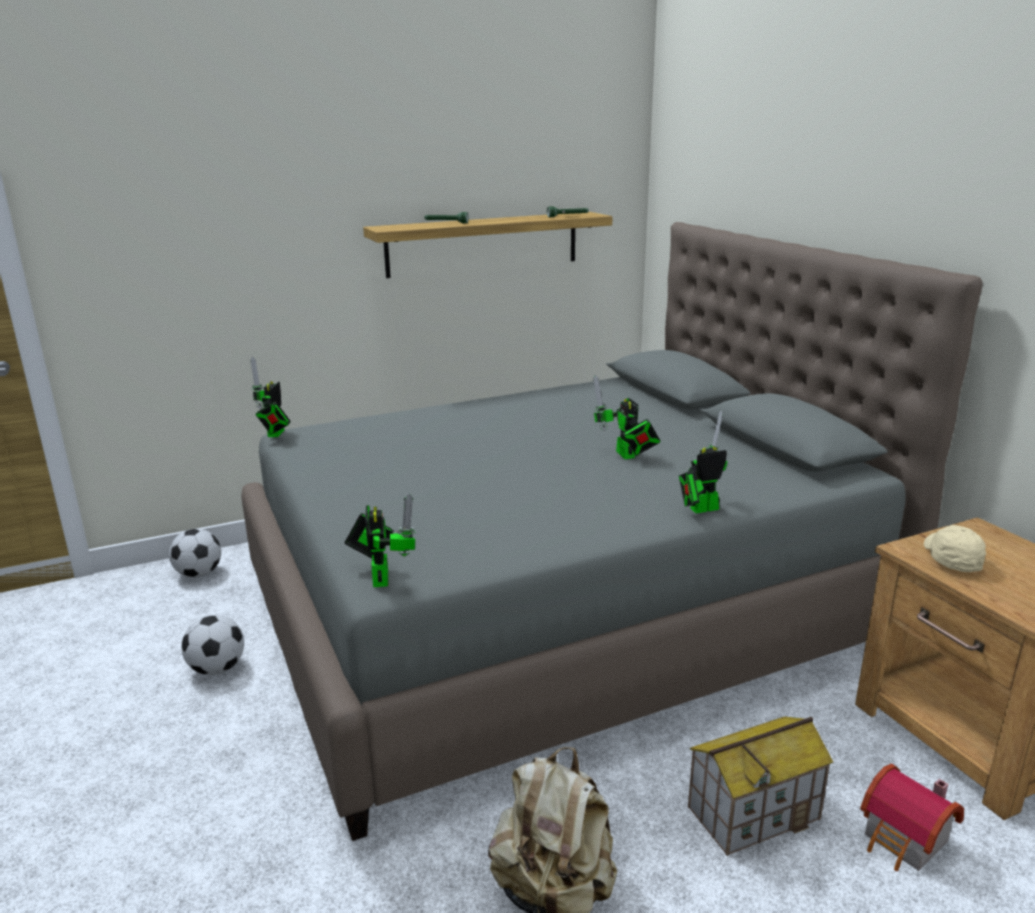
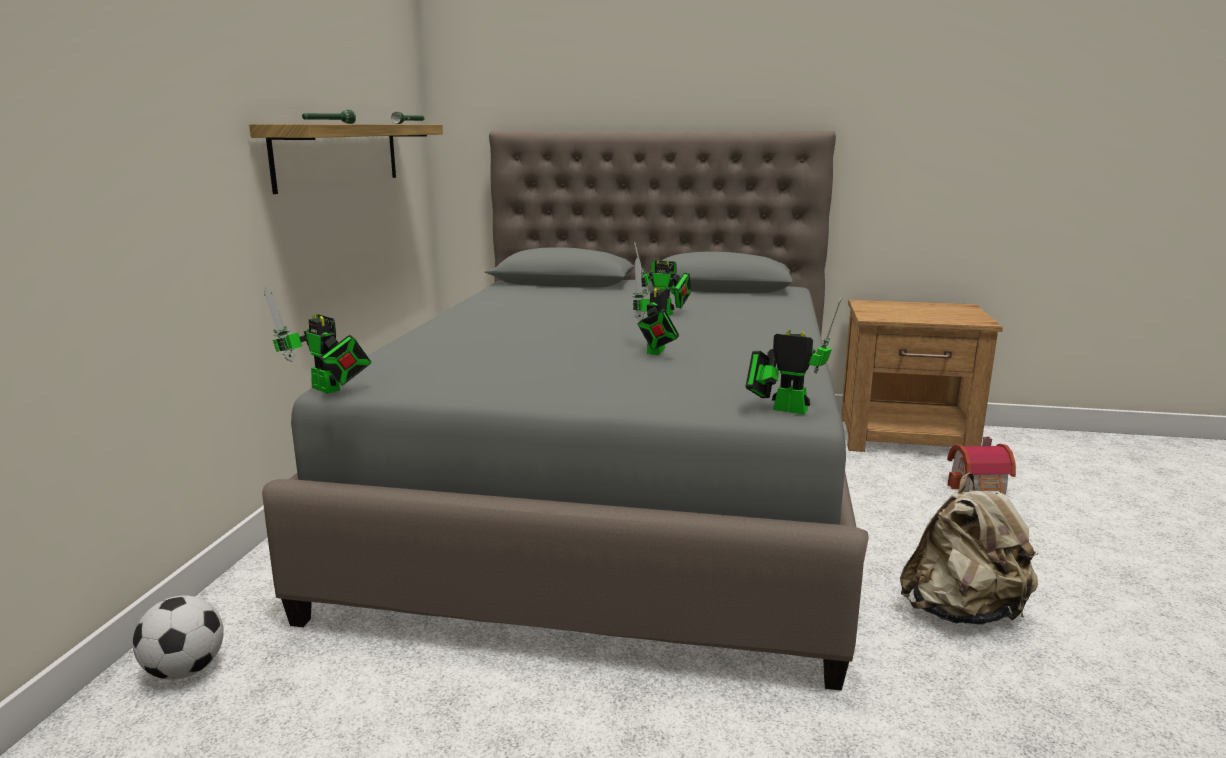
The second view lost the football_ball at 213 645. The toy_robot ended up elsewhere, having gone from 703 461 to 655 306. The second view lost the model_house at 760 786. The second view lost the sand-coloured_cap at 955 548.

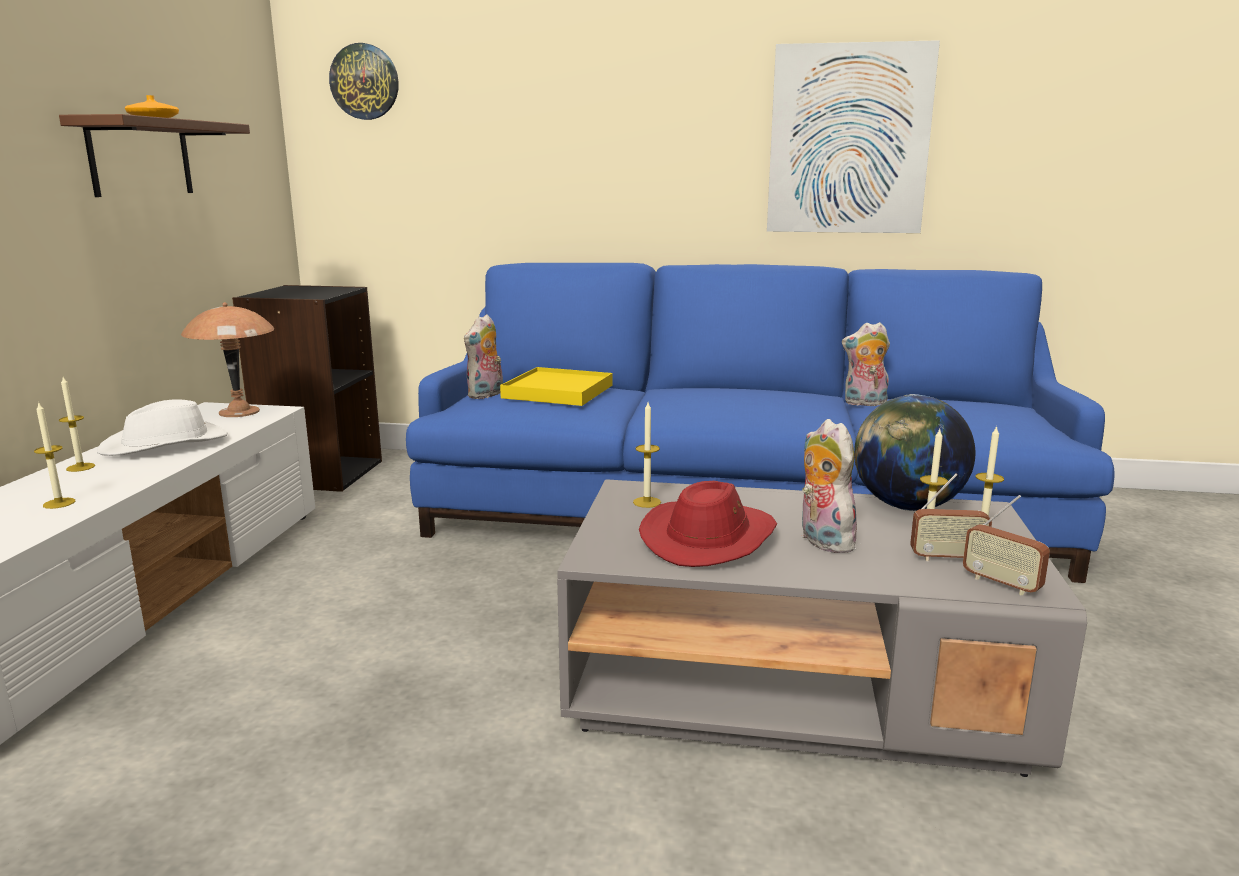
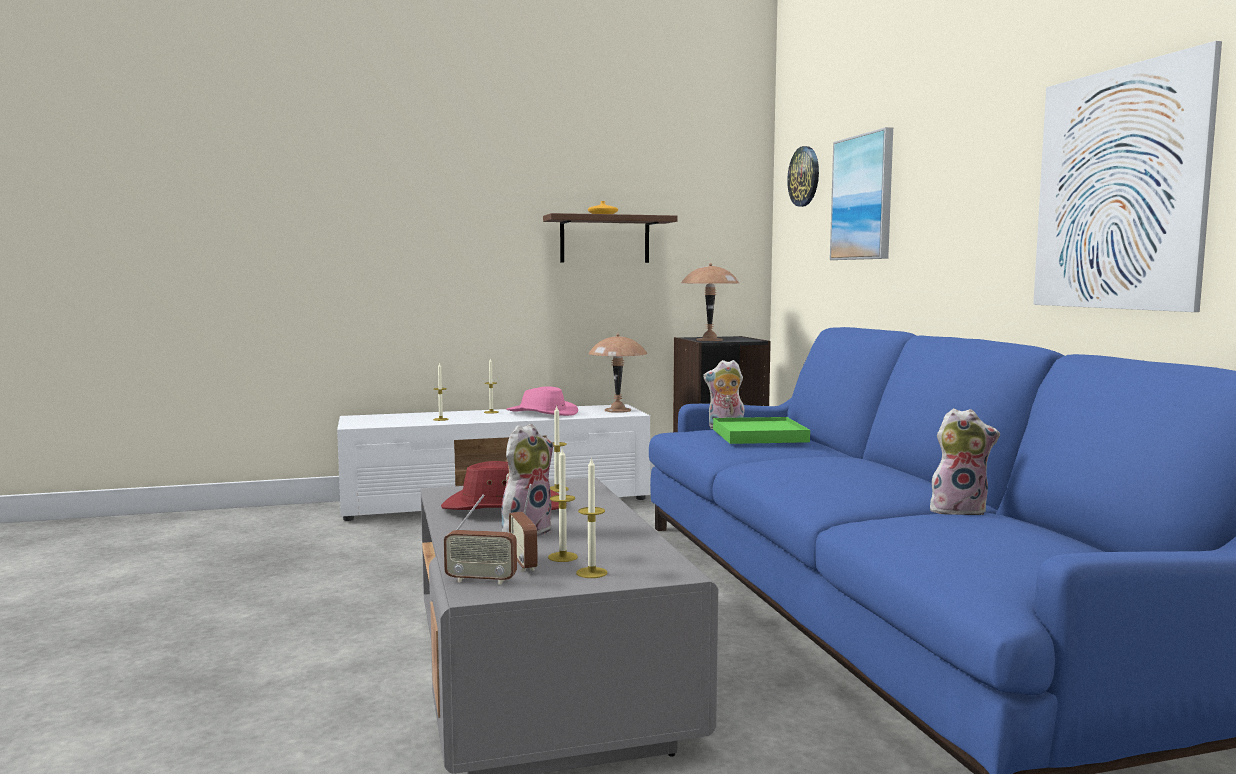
What was the white_wearable_hat at 162 427 turned into the pinkish_wearable_hat at 542 401. What was the yellowish_carrying_tray at 556 386 turned into the green_carrying_tray at 761 430. The soft_toy at 866 364 ended up facing another way, 120 degrees clockwise from before. The second view lost the desk_globe at 915 452. The radio at 1006 545 ended up facing another way, 105 degrees counterclockwise from before. The second view gained the brownish_lamp_for_a_table at 710 302. The second view gained the wall_picture at 861 193.

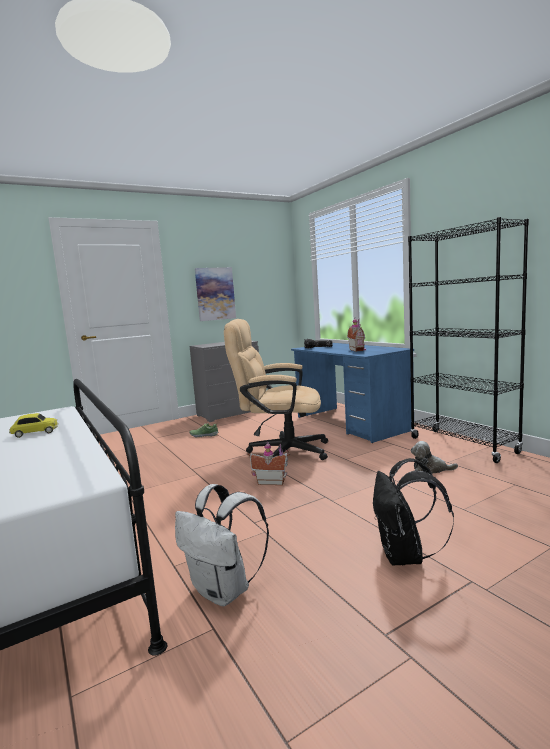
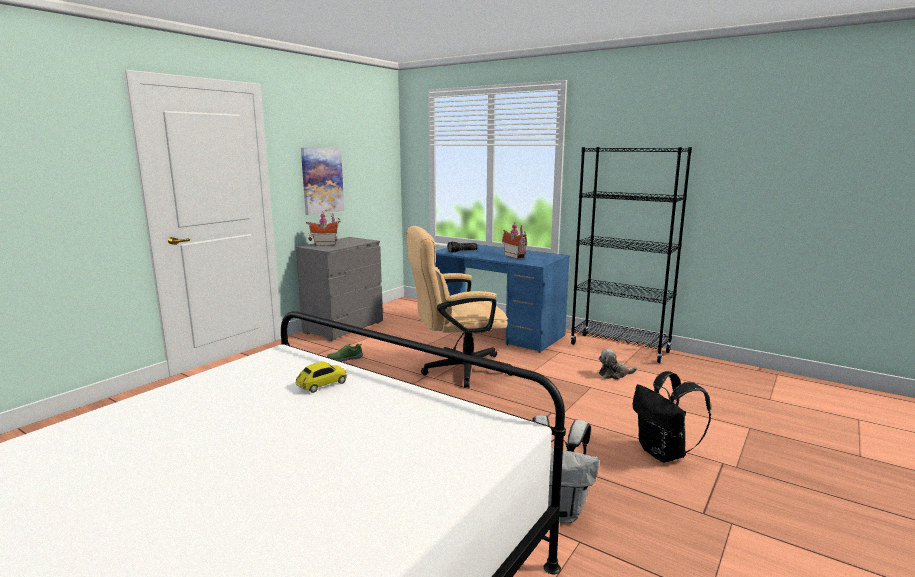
The model_house ended up elsewhere, having gone from 268 463 to 323 229.

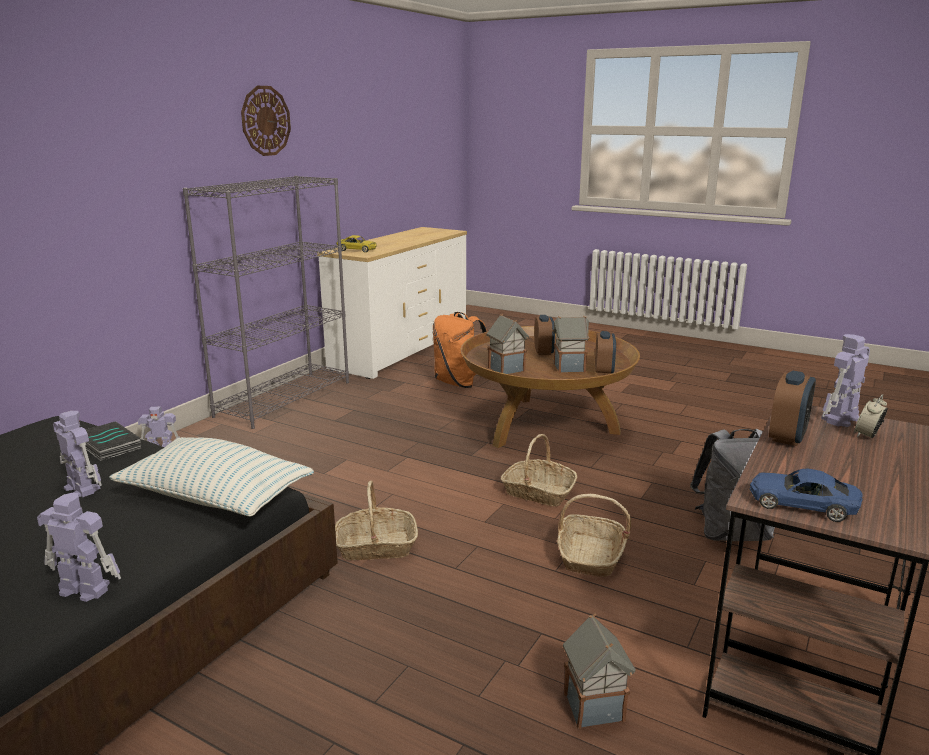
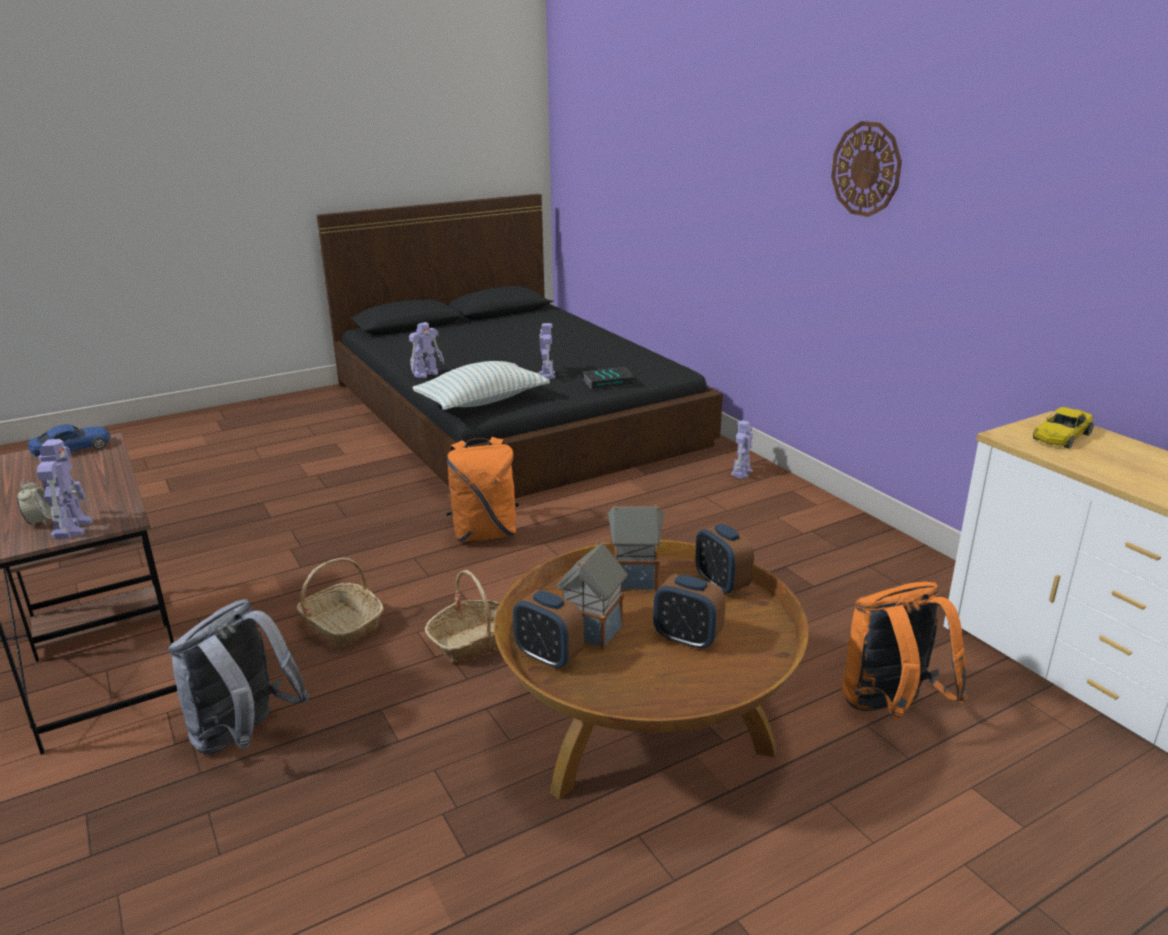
The toy_robot at 77 454 ended up facing another way, 75 degrees counterclockwise from before. The second view lost the gray_bookshelf at 266 302. The clock_on_the_wall ended up elsewhere, having gone from 266 121 to 866 169. Where the household_basket stood at 376 520, the orange_rucksack came to stand at 482 489. The second view lost the model_house at 599 671. The bedside_clock ended up elsewhere, having gone from 792 408 to 725 559.

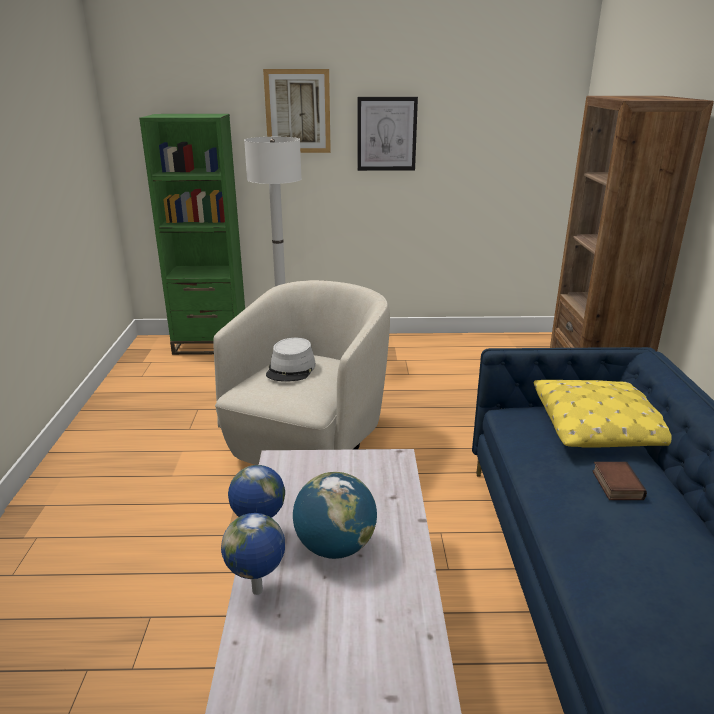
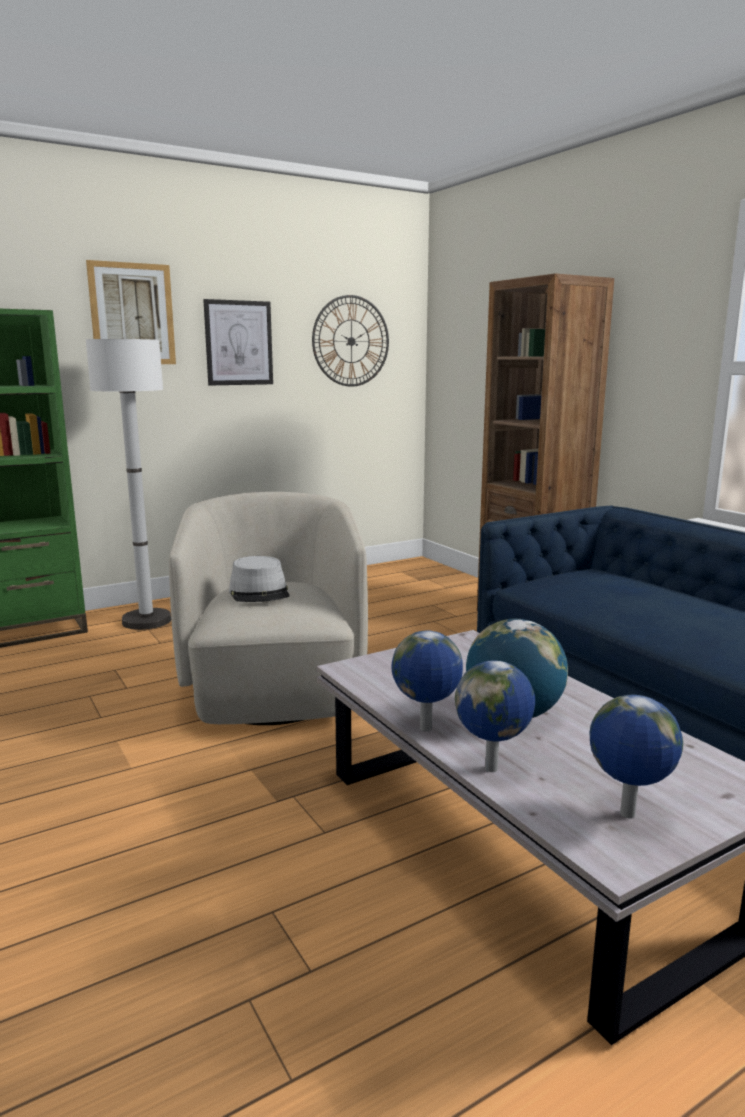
The second view lost the yellowish_throw_pillow at 602 414. The second view lost the book at 619 481. The second view gained the clock_on_the_wall at 350 341. The second view gained the desk_globe at 636 757.

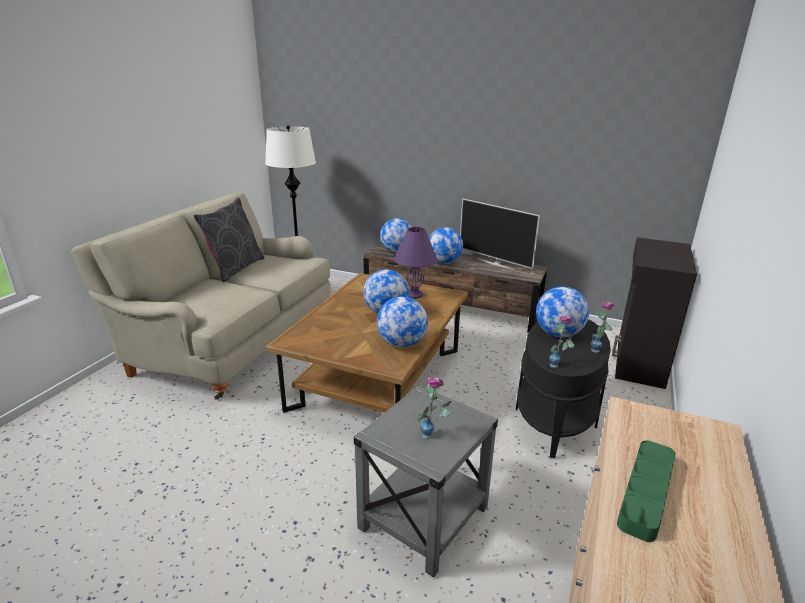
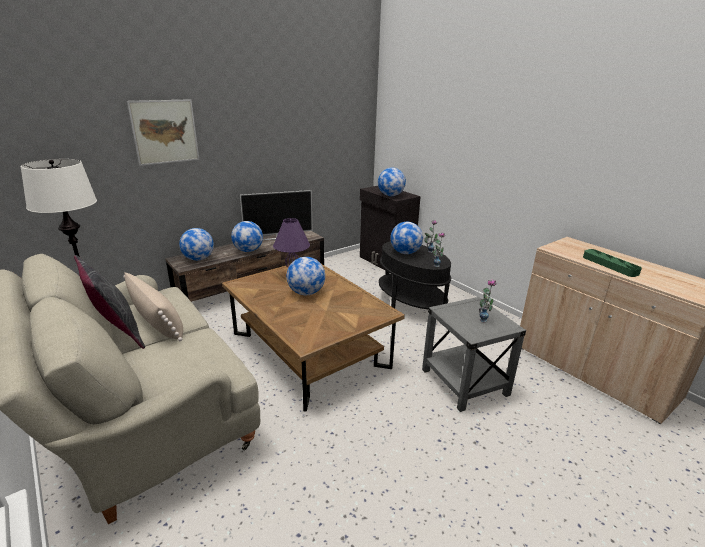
The desk_globe ended up elsewhere, having gone from 402 322 to 392 182. The second view gained the sand-coloured_throw_pillow at 153 306. The second view gained the wall_picture at 163 132.

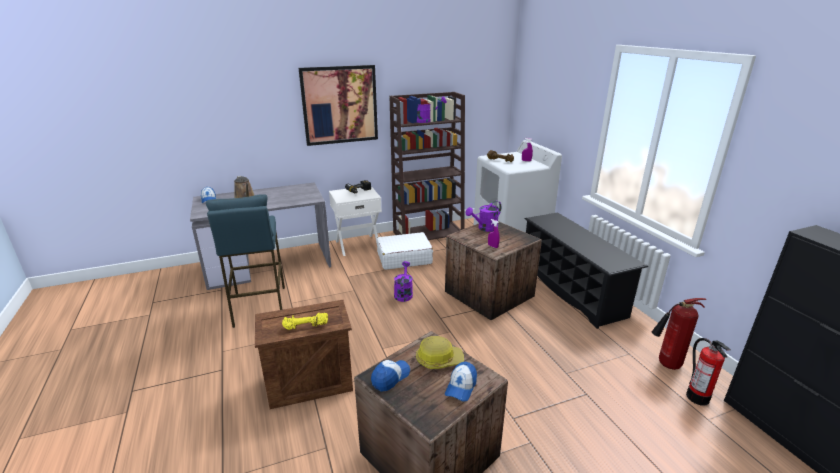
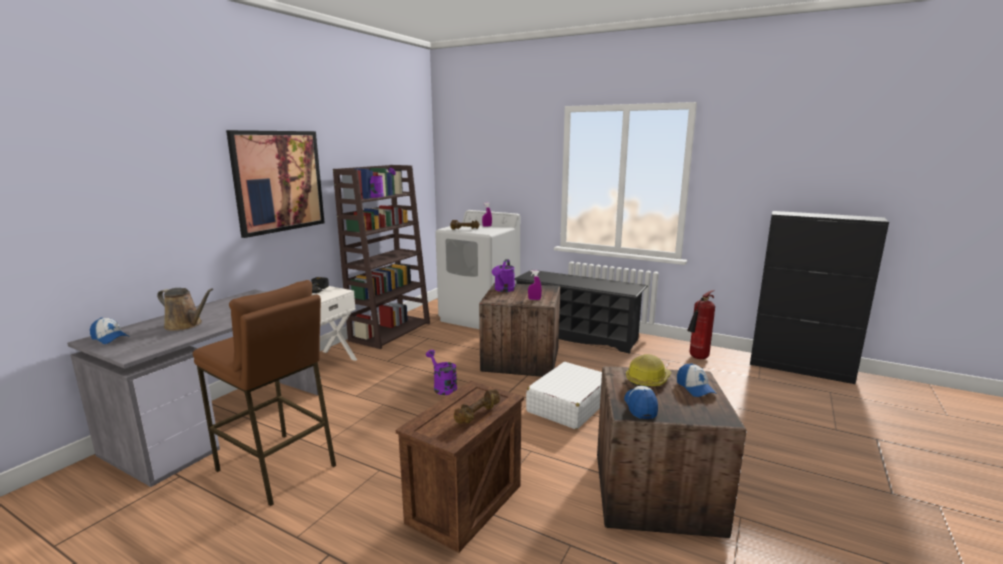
What was the blue_stool_seat at 245 261 turned into the brownish_stool_seat at 264 393. What was the yellowish_hand_weight at 305 321 turned into the brownish_hand_weight at 477 406. The white_piece_of_luggage ended up elsewhere, having gone from 405 251 to 564 395. The second view lost the extinguisher at 708 372.

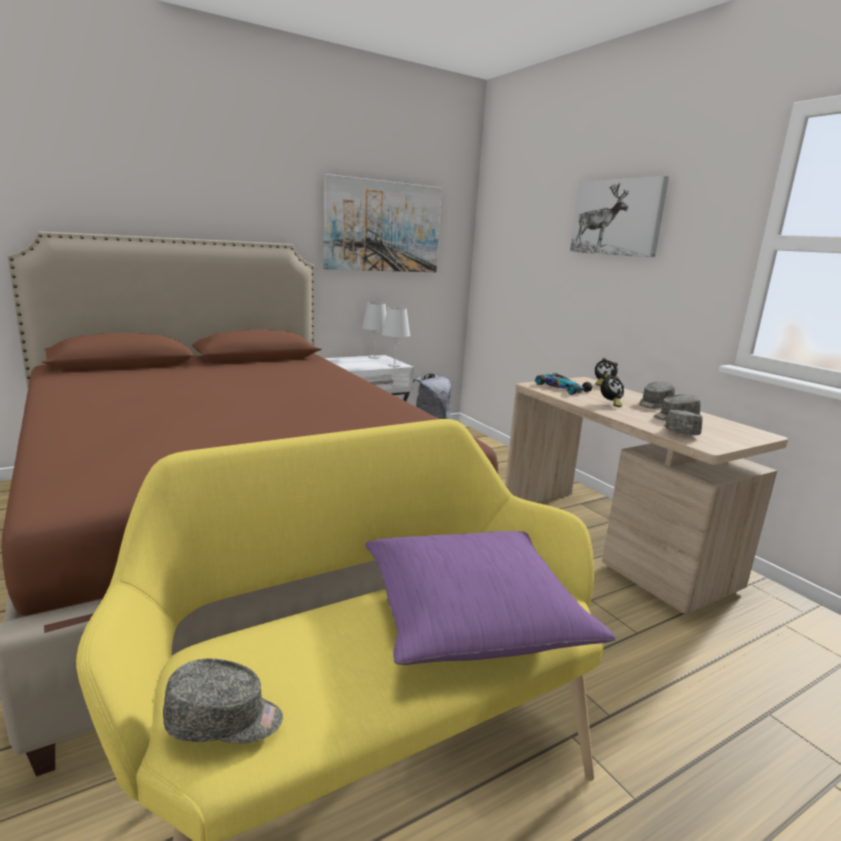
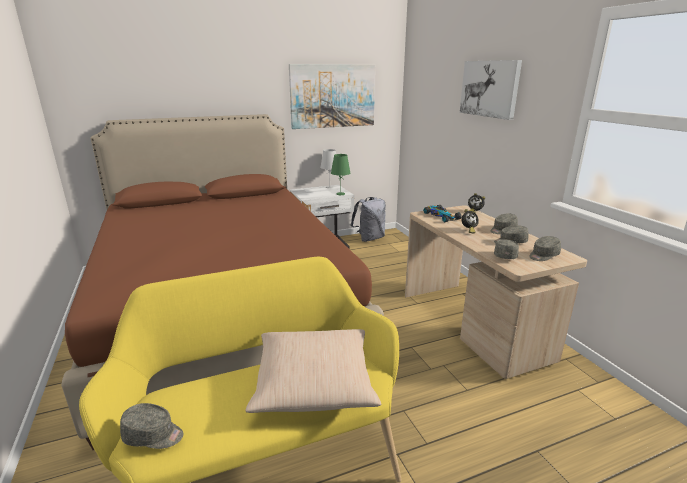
What was the purplish_throw_pillow at 490 598 turned into the sand-coloured_throw_pillow at 313 371. What was the white_lamp_for_a_table at 396 337 turned into the green_lamp_for_a_table at 341 174. The second view gained the gray_cap at 545 248.

